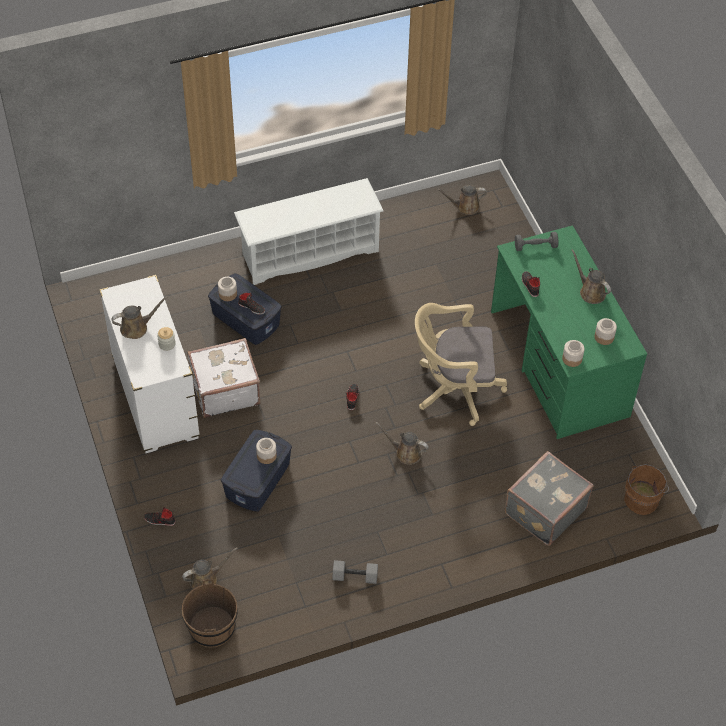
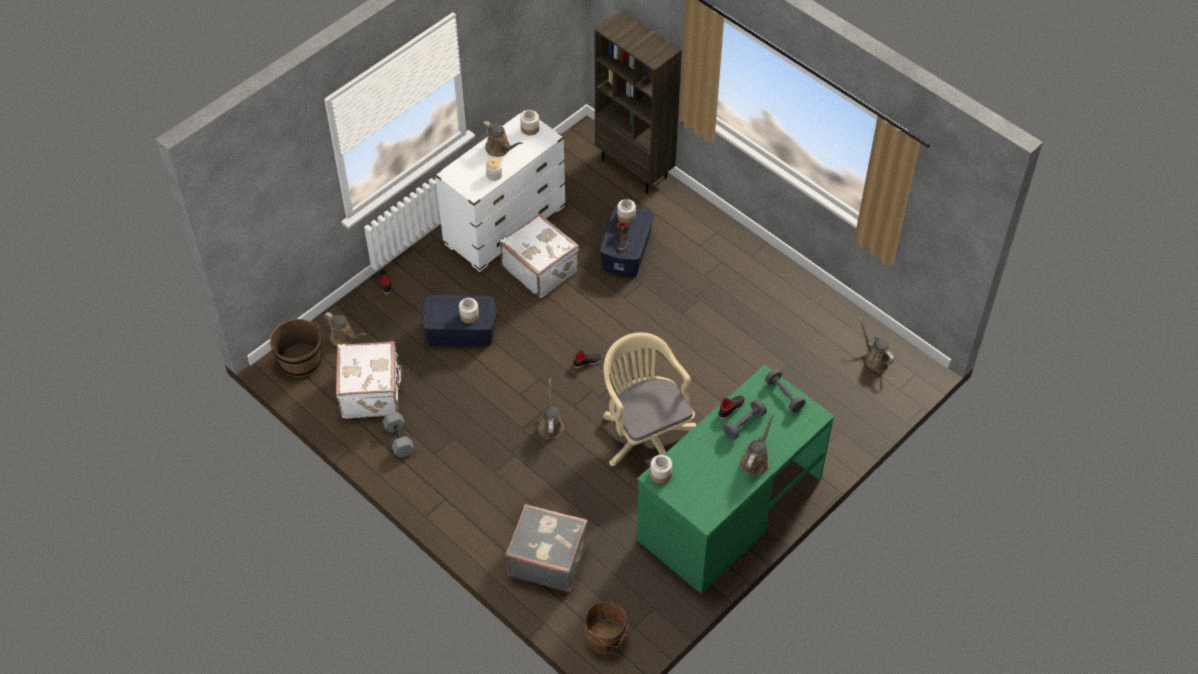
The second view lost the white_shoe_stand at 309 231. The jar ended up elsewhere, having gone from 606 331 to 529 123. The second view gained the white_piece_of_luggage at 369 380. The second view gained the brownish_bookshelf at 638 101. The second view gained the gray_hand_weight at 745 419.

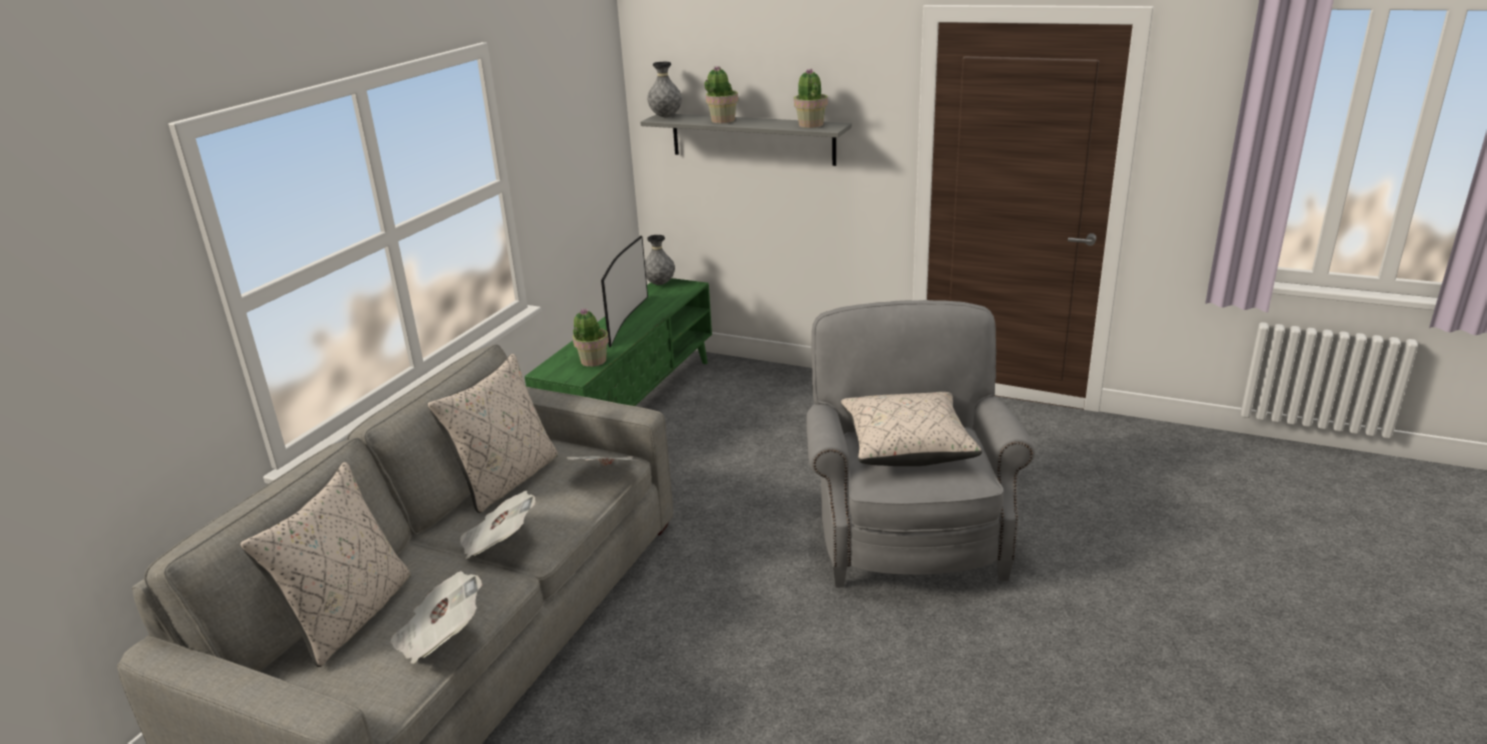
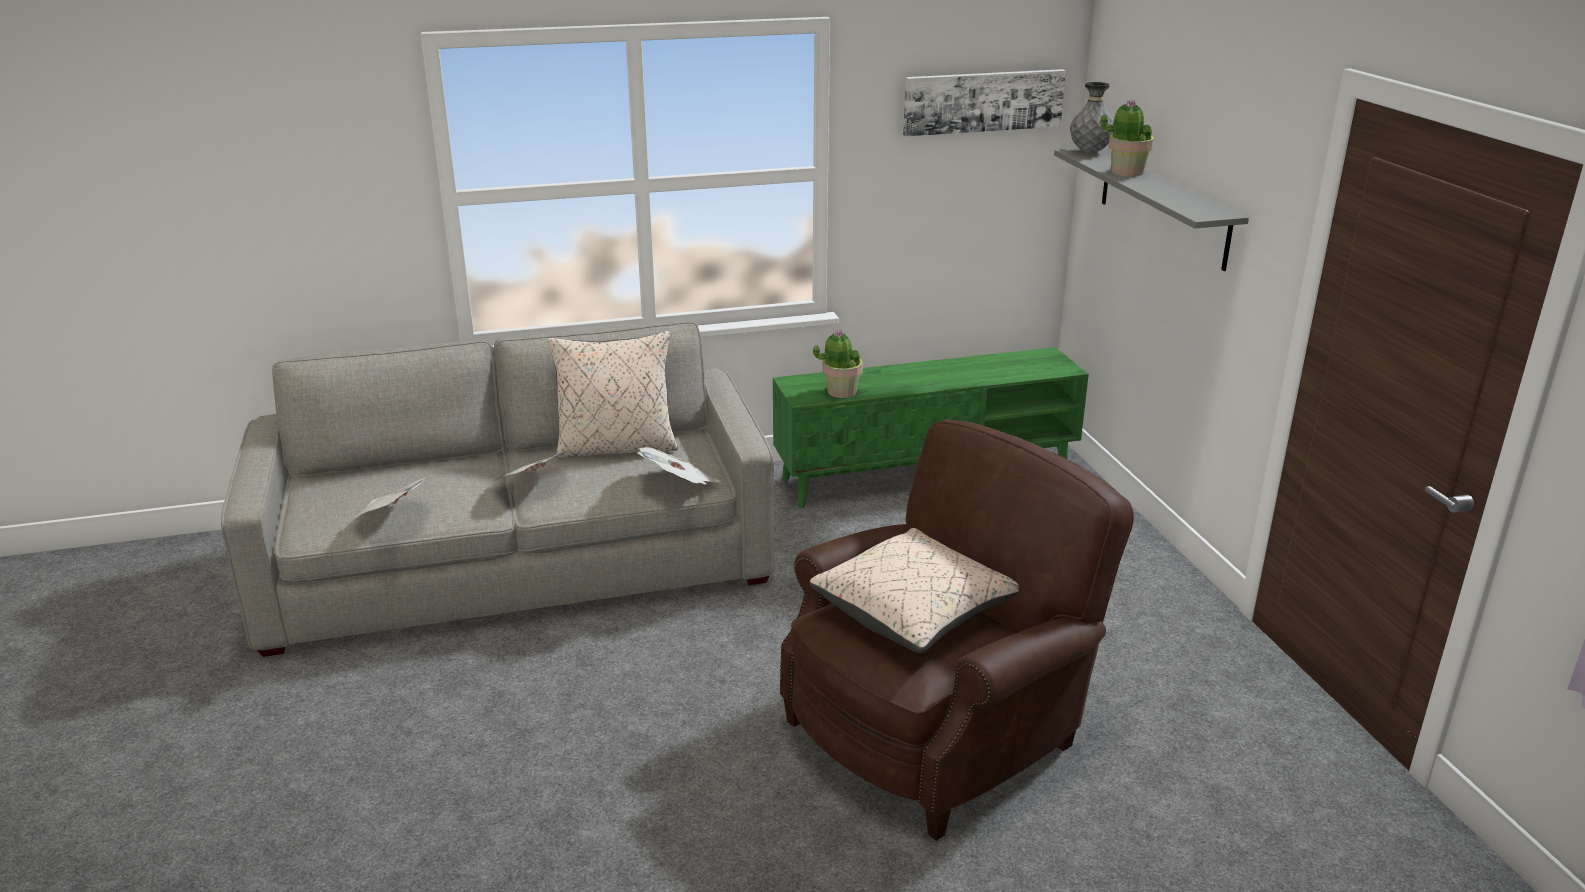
The second view lost the sand-coloured_throw_pillow at 325 564. The second view lost the TV_set at 624 291. The second view lost the gray_decorative_vase at 660 260. The second view lost the potted_plant at 811 98. What was the gray_lounge_chair at 921 444 turned into the brownish_lounge_chair at 957 630. The second view gained the wall_picture at 984 102.

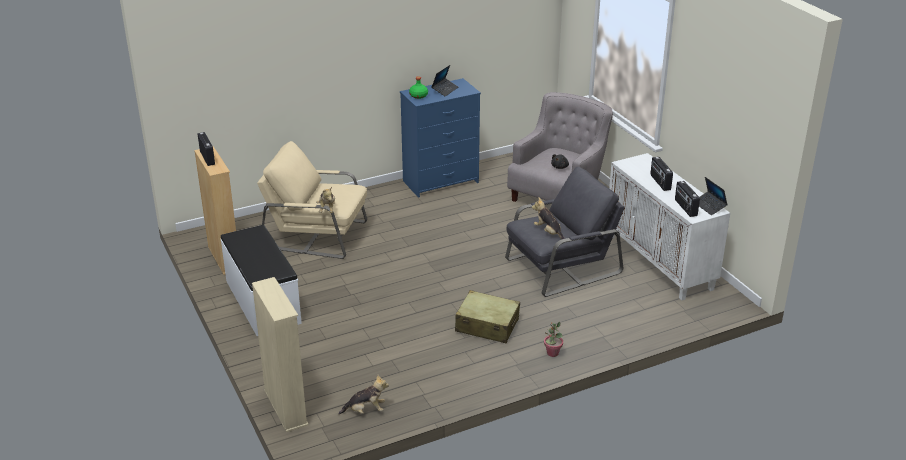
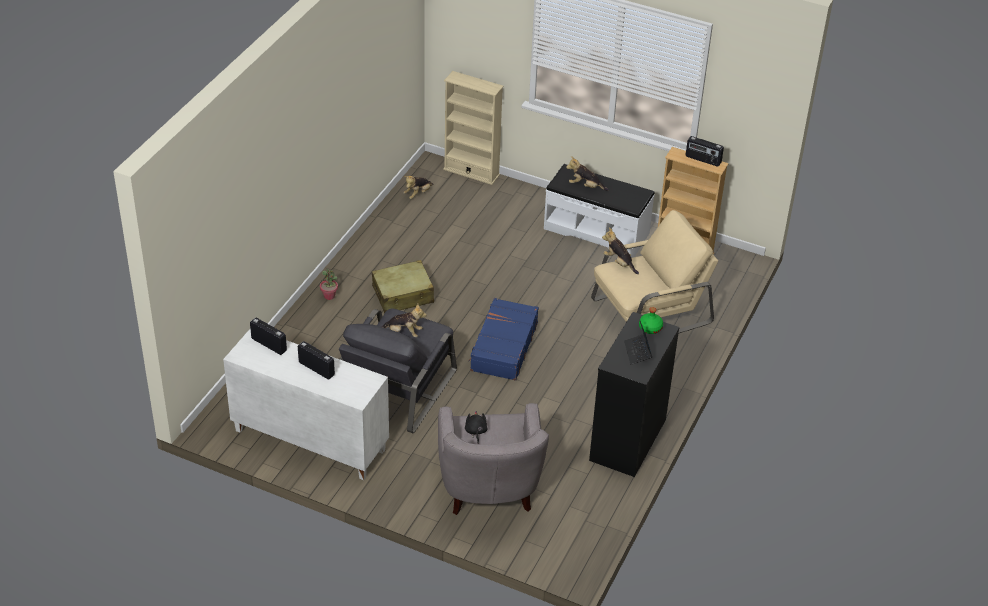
What was the blue_drawer_chest at 440 138 turned into the blackish_drawer_chest at 634 394. The second view lost the portable_computer at 713 196. The second view gained the blue_piece_of_luggage at 504 339. The second view gained the soft_toy at 587 173.

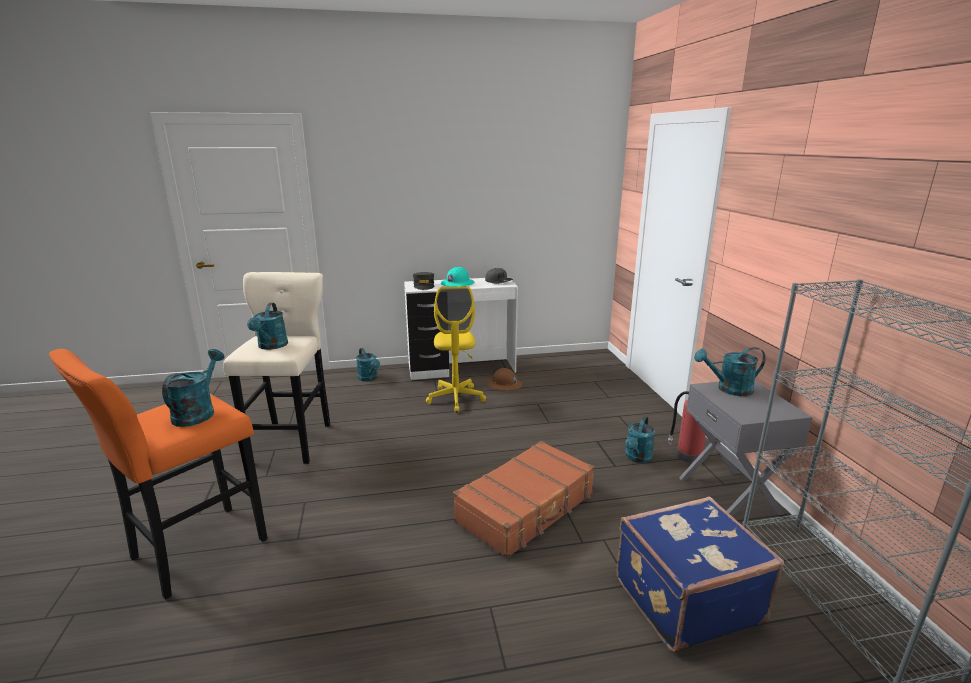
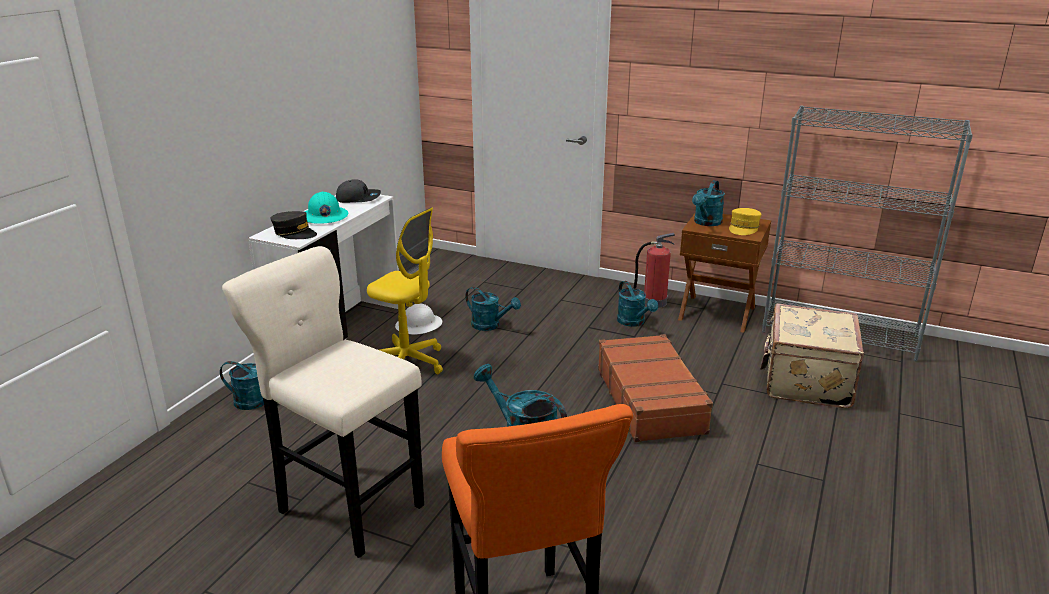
The turquoise-coloured_sprinkling_can ended up elsewhere, having gone from 267 326 to 493 309. What was the brownish_work_helmet at 504 379 turned into the white_work_helmet at 418 318. What was the blue_piece_of_luggage at 700 574 turned into the sand-coloured_piece_of_luggage at 812 356. What was the gray_nightstand at 746 449 turned into the brownish_nightstand at 724 273. The second view gained the yellowish_cap at 745 221.

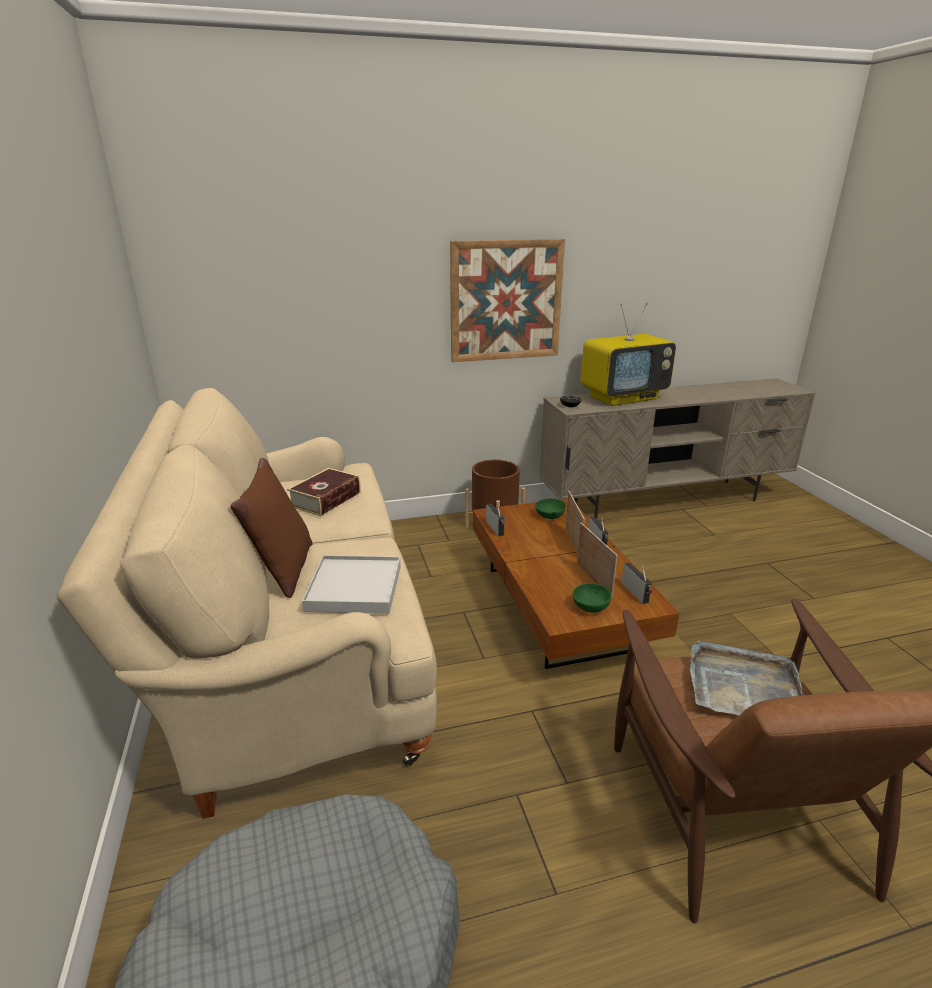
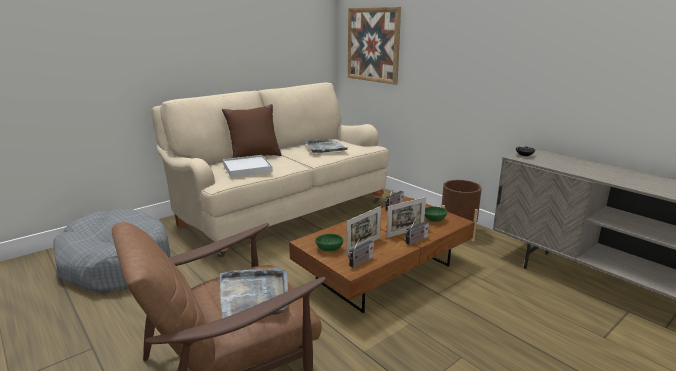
Where the book stood at 324 492, the gray_carrying_tray came to stand at 326 146. The wall_picture ended up elsewhere, having gone from 507 300 to 374 46. The second view lost the TV_set at 628 354.

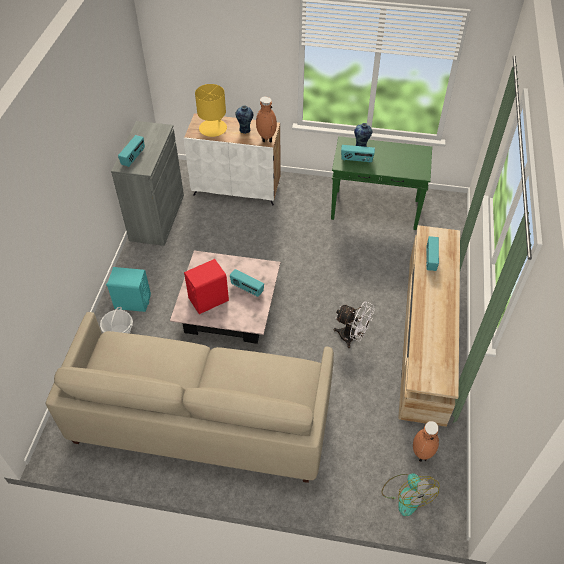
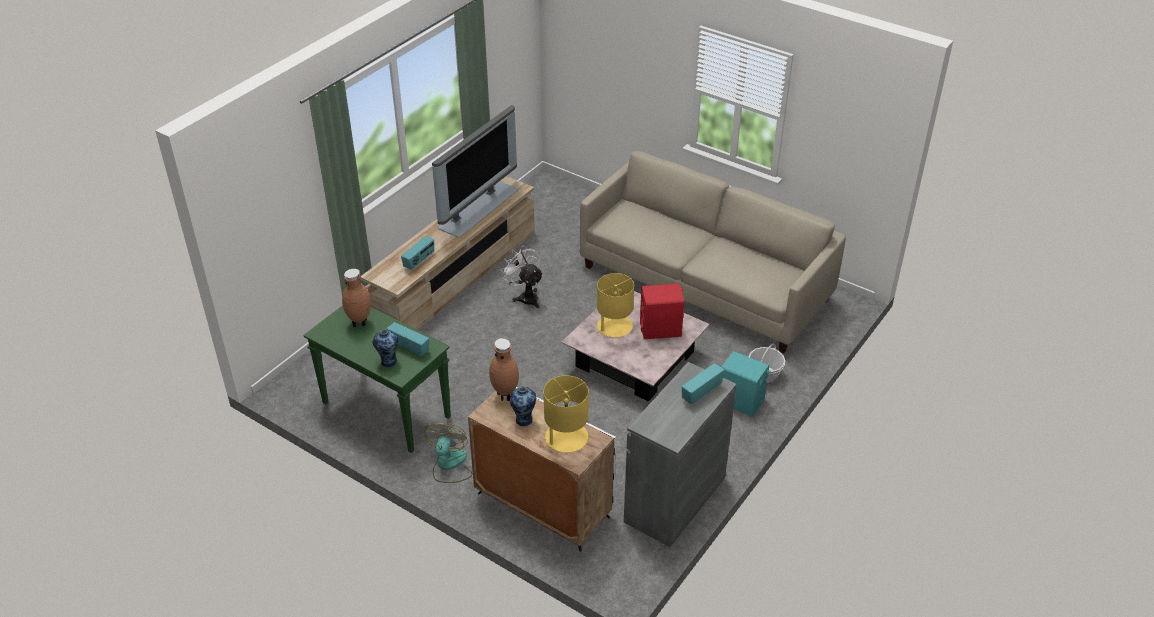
Where the radio stood at 247 283, the yellowish_lamp_for_a_table came to stand at 615 305. The electric_fan ended up elsewhere, having gone from 410 494 to 448 452. The brownish_decorative_vase ended up elsewhere, having gone from 426 441 to 356 298. The second view gained the TV_set at 475 171.

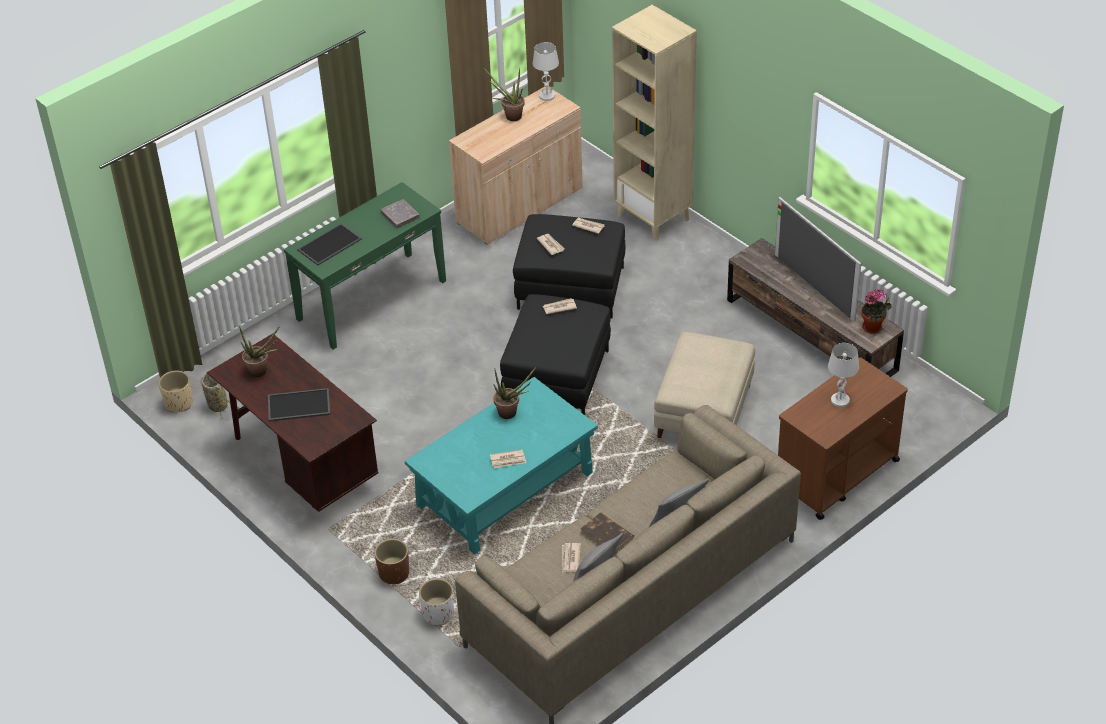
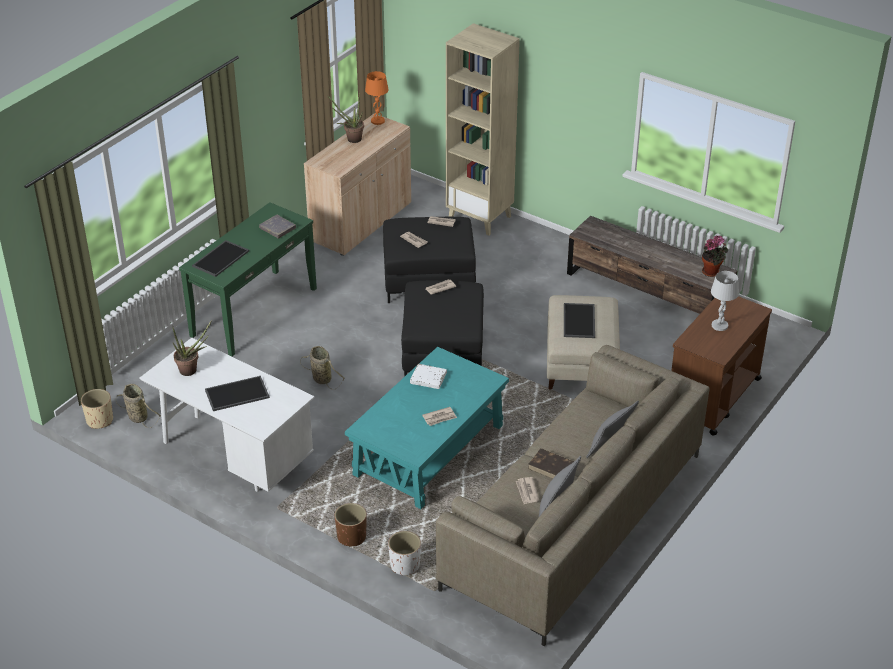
What was the brownish_desk at 292 423 turned into the white_desk at 227 415. Where the potted_plant stood at 514 393, the white_book came to stand at 428 376. What was the white_lamp_for_a_table at 546 71 turned into the orange_lamp_for_a_table at 376 98. The second view lost the TV_set at 818 259. The second view gained the household_basket at 322 368. The second view gained the carrying_tray at 579 320.

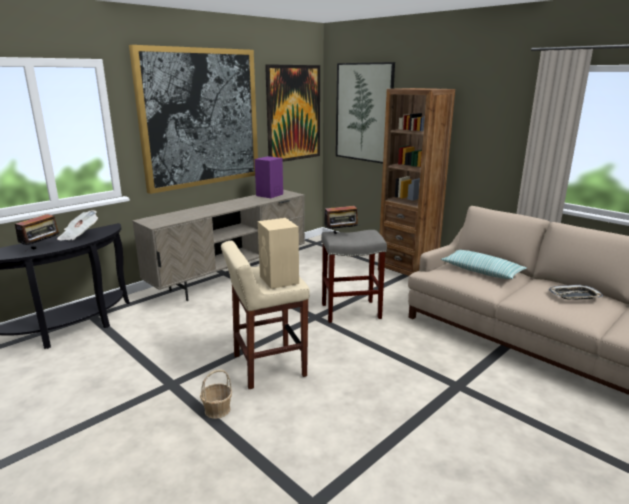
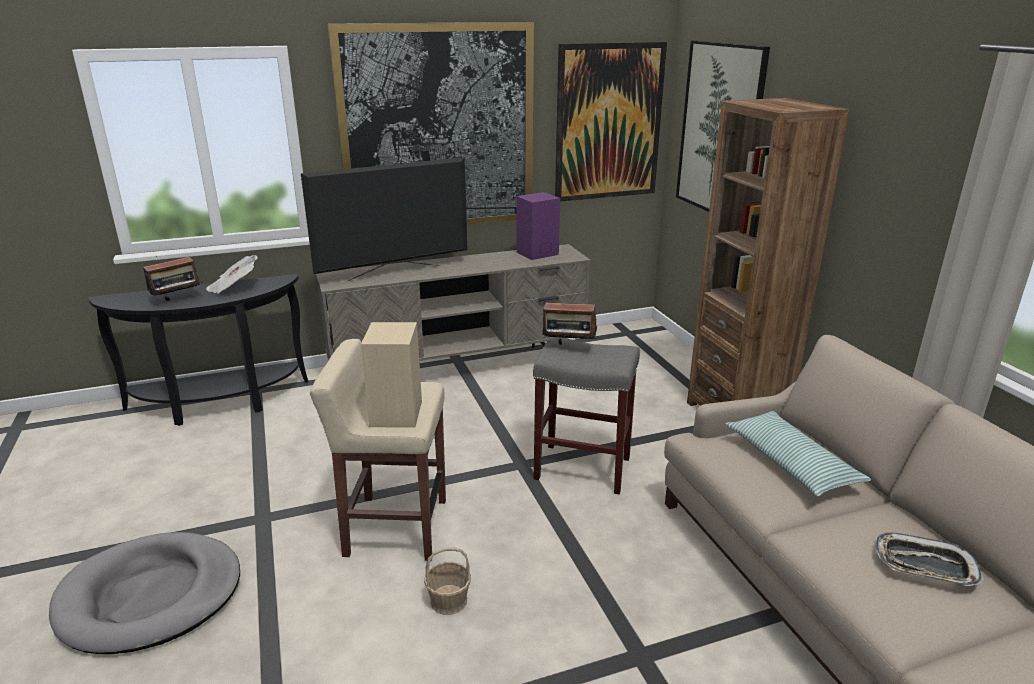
The household_basket ended up elsewhere, having gone from 216 394 to 447 581. The second view gained the gray_dog_cushion at 144 593. The second view gained the TV_set at 384 219.

